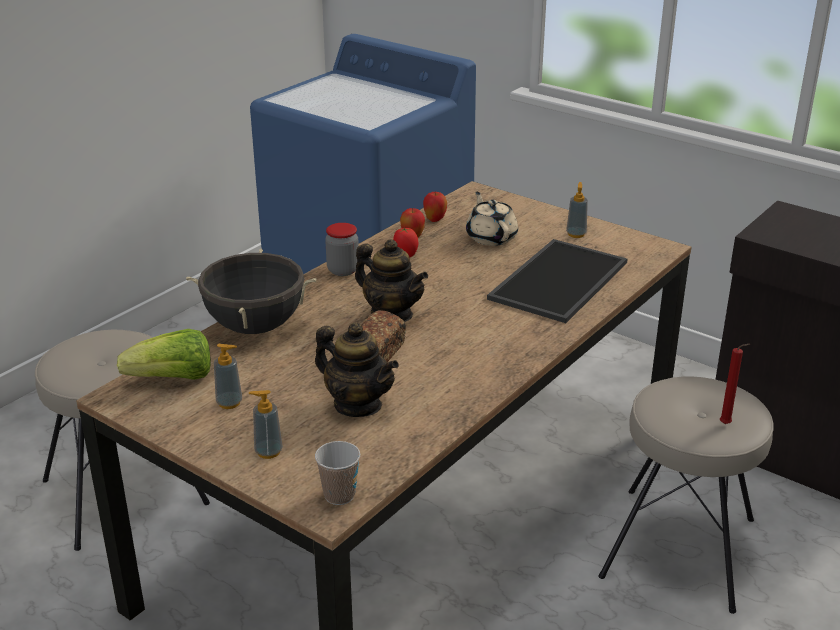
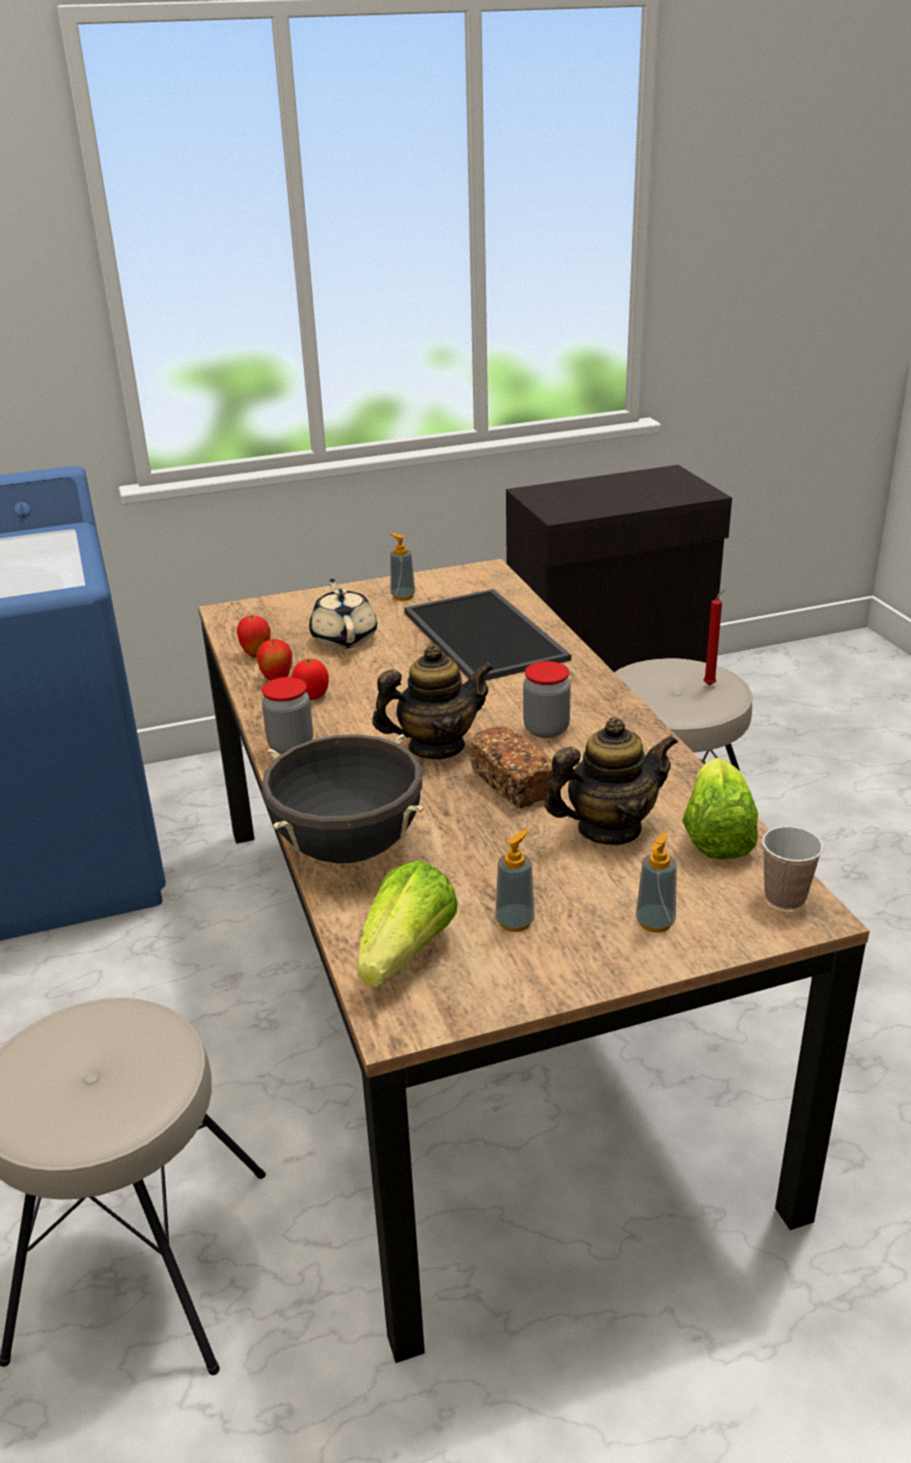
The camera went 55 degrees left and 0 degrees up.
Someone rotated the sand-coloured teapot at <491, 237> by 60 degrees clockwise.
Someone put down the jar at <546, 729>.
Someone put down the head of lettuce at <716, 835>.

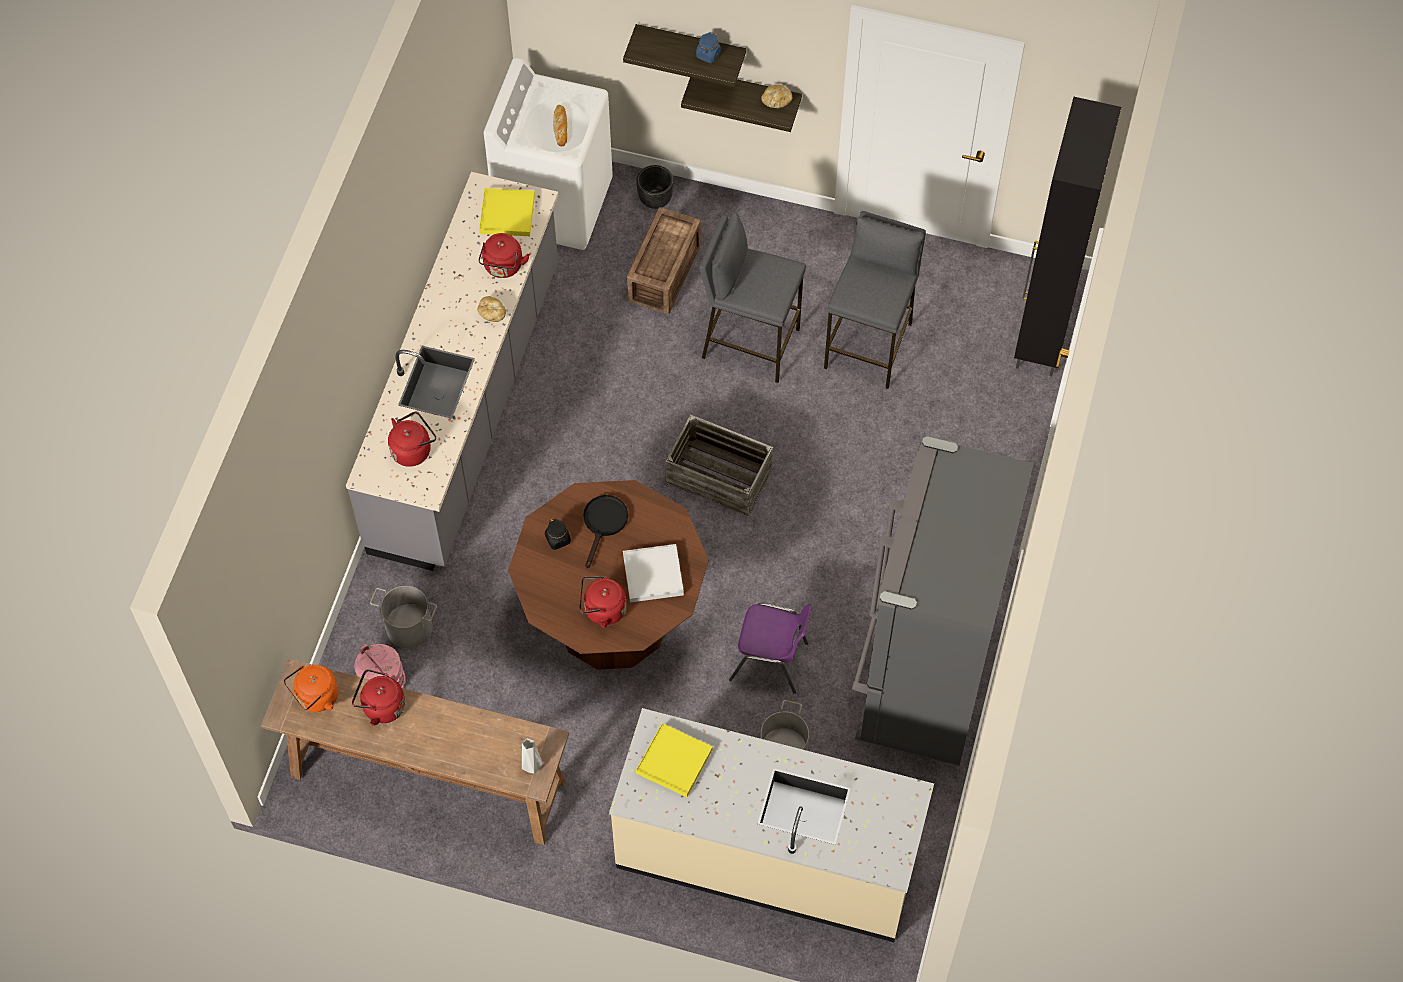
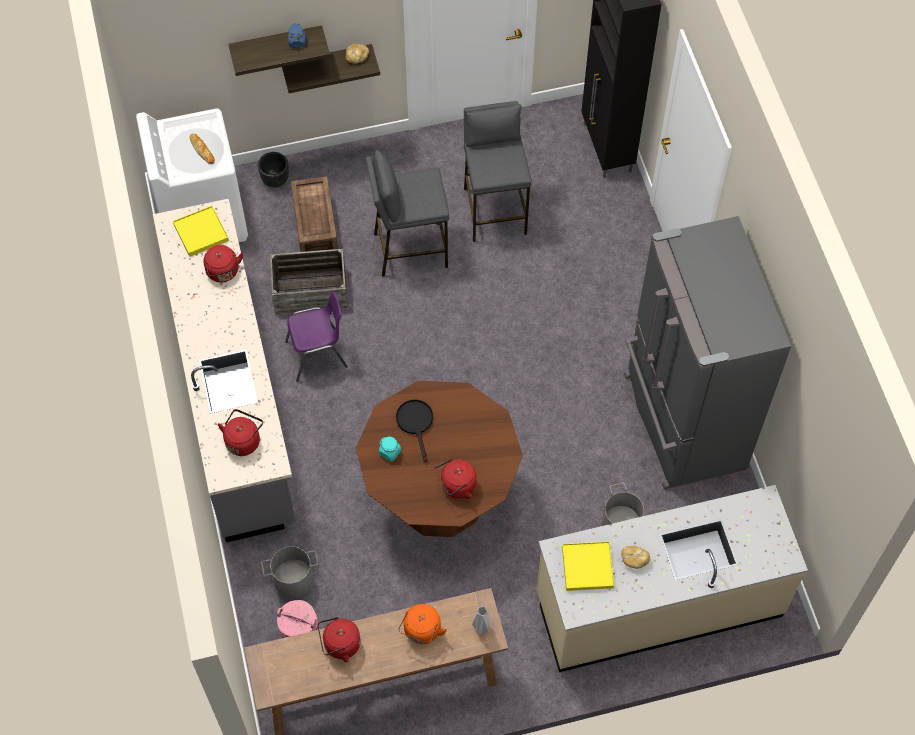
The camera went 30 degrees left and 0 degrees up.
Someone carried the orangey kettle from <315, 698> to <421, 632>.
Someone carried the baked bread from <492, 313> to <634, 559>.
Someone repainted the blackish jar at <558, 539>, which became the turquoise-coloured jar at <390, 452>.
Someone took away the whitish tray at <653, 575>.
Someone carried the crate from <719, 476> to <310, 290>.
Someone carried the purplish upright chair from <771, 661> to <318, 355>.

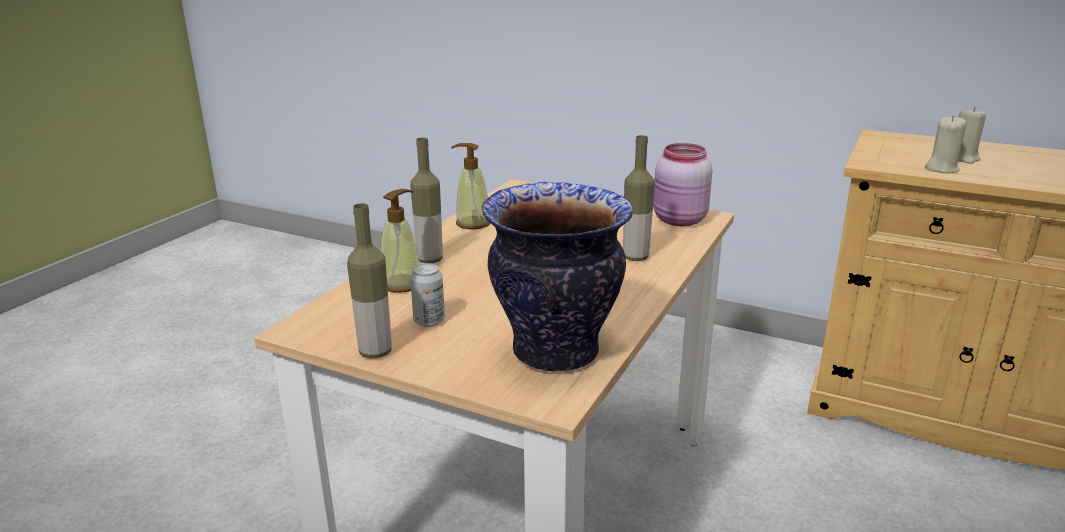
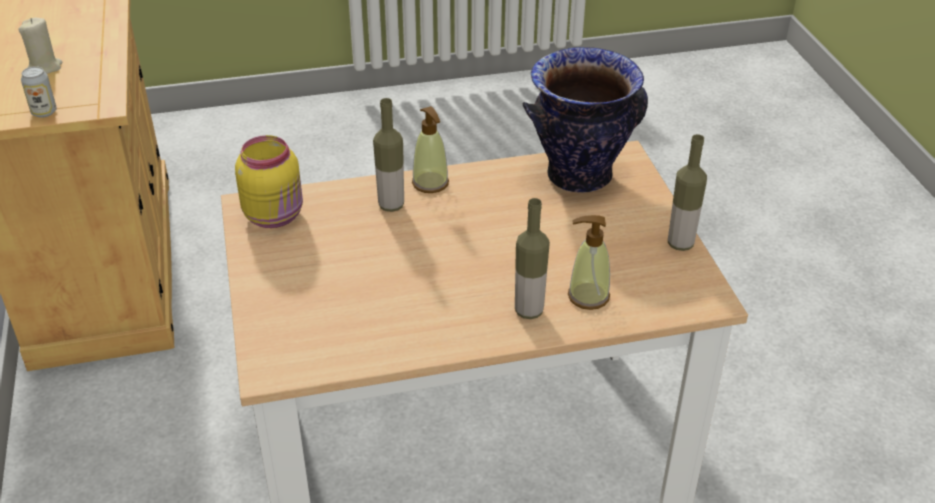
The camera went 130 degrees left and 15 degrees up.
Someone carried the metal can from <429, 321> to <44, 112>.
Someone carried the soap bottle from <473, 223> to <430, 183>.
Someone repainted the pink-coloured jar at <679, 220>, which became the yellowish jar at <275, 215>.
Someone took away the sand-coloured candle at <941, 169>.

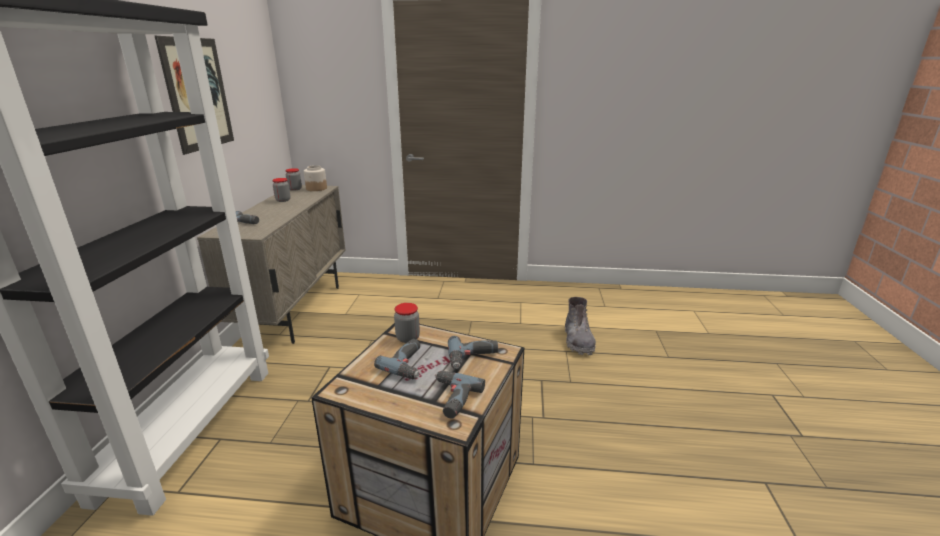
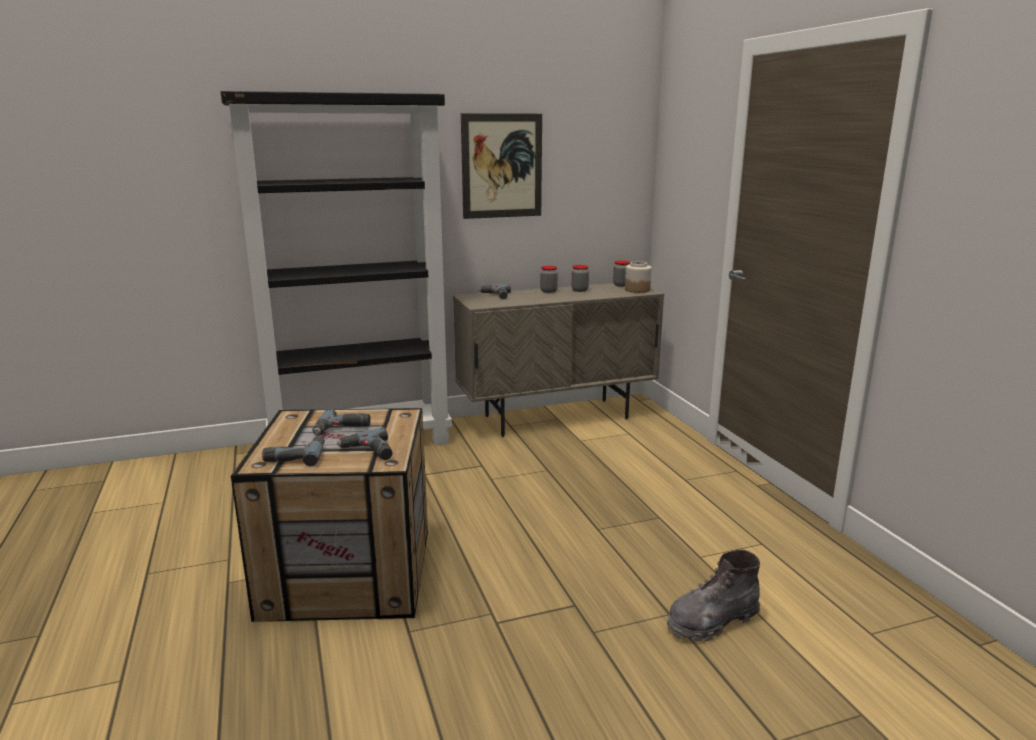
The camera went 65 degrees right and 5 degrees down.
Someone carried the jar from <407, 338> to <548, 291>.

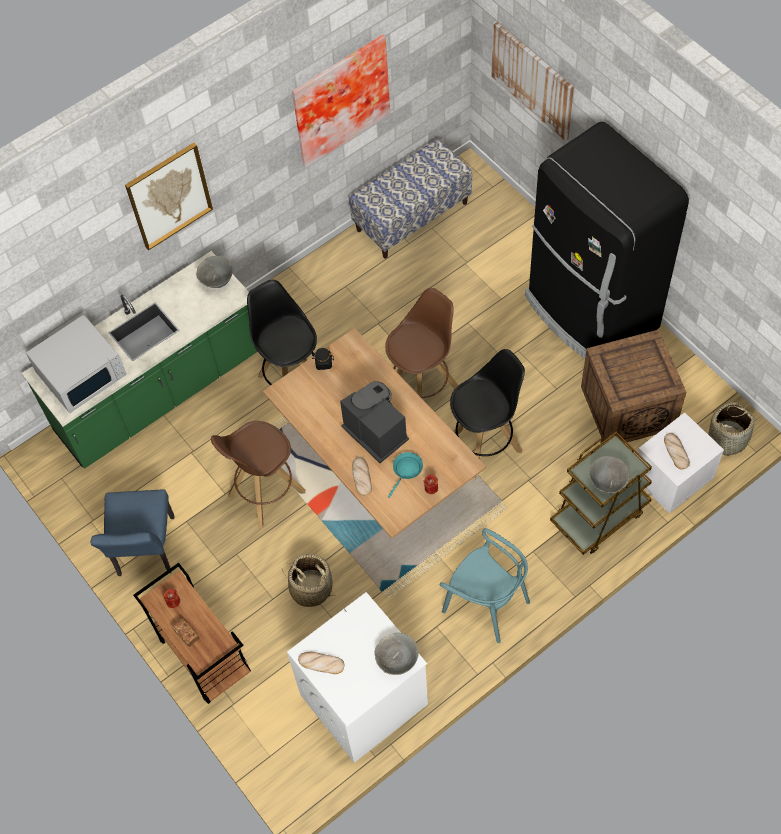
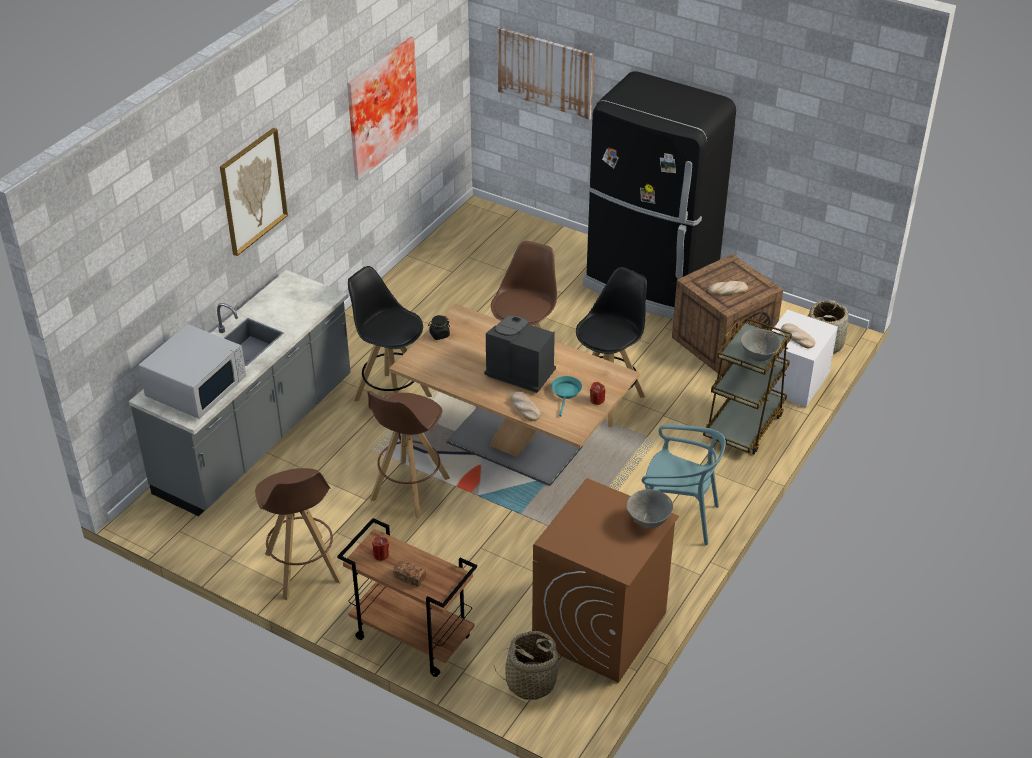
The camera went 25 degrees left and 20 degrees down.
Someone repainted the green-coloured kitchen counter at <160, 393>, which became the grey kitchen counter at <257, 437>.
Someone swapped the bluish upright chair at <145, 552> for the brownish stool seat at <303, 568>.
Someone took away the grey bowl at <217, 281>.
Someone carried the household basket from <311, 588> to <530, 682>.
Someone repainted the whitish laundry appliance at <363, 700>, which became the brownish laundry appliance at <599, 628>.
Someone carried the baked bread from <321, 663> to <727, 290>.
Someone took away the indoor bench at <412, 216>.

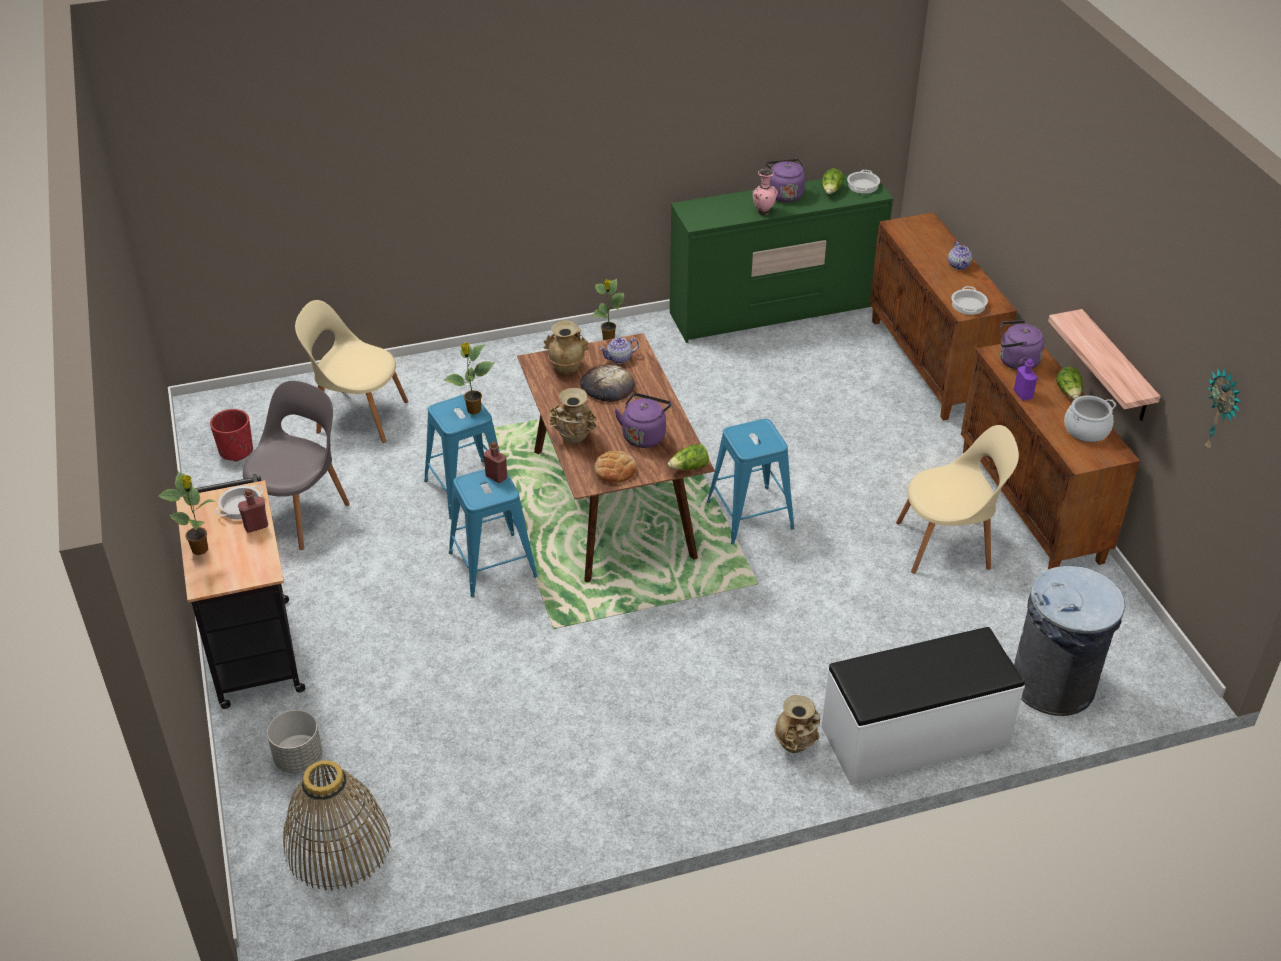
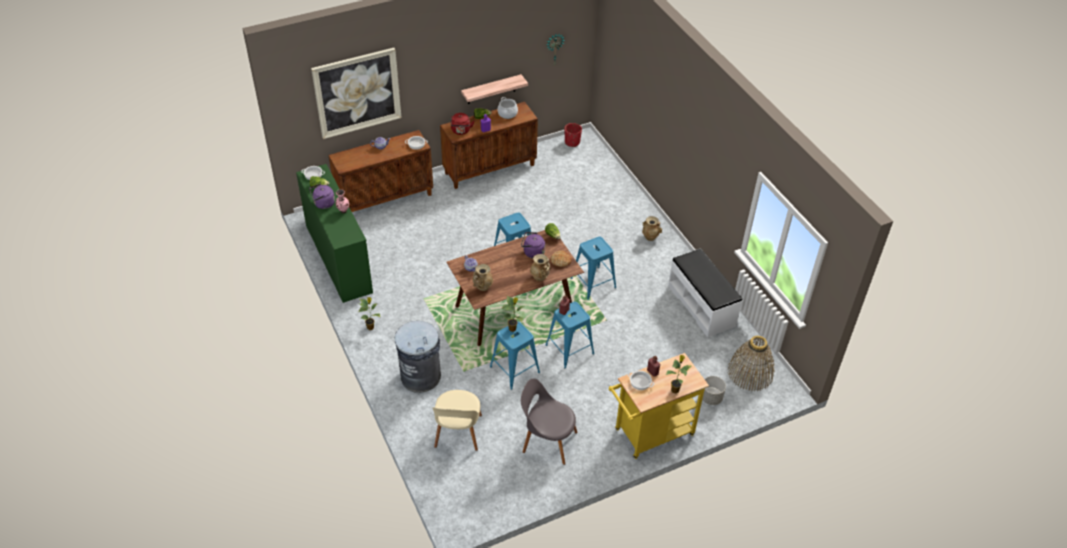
The camera went 100 degrees left and 5 degrees up.
Someone repainted the blackish cart at <253, 646>, which became the yellowish cart at <649, 434>.
Someone carried the red-coloured plant pot from <236, 451> to <572, 142>.
Someone took away the baked bread at <607, 386>.
Someone carried the whitish indoor bench from <915, 737> to <701, 306>.
Someone took away the sand-coloured upright chair at <947, 545>.
Someone repainted the purplish kettle at <1015, 362>, which became the red-coloured kettle at <461, 131>.
Someone carried the grey trash can from <1053, 685> to <421, 376>.
Someone put up the wall picture at <357, 92>.
Someone put down the bluish stool seat at <593, 283>.

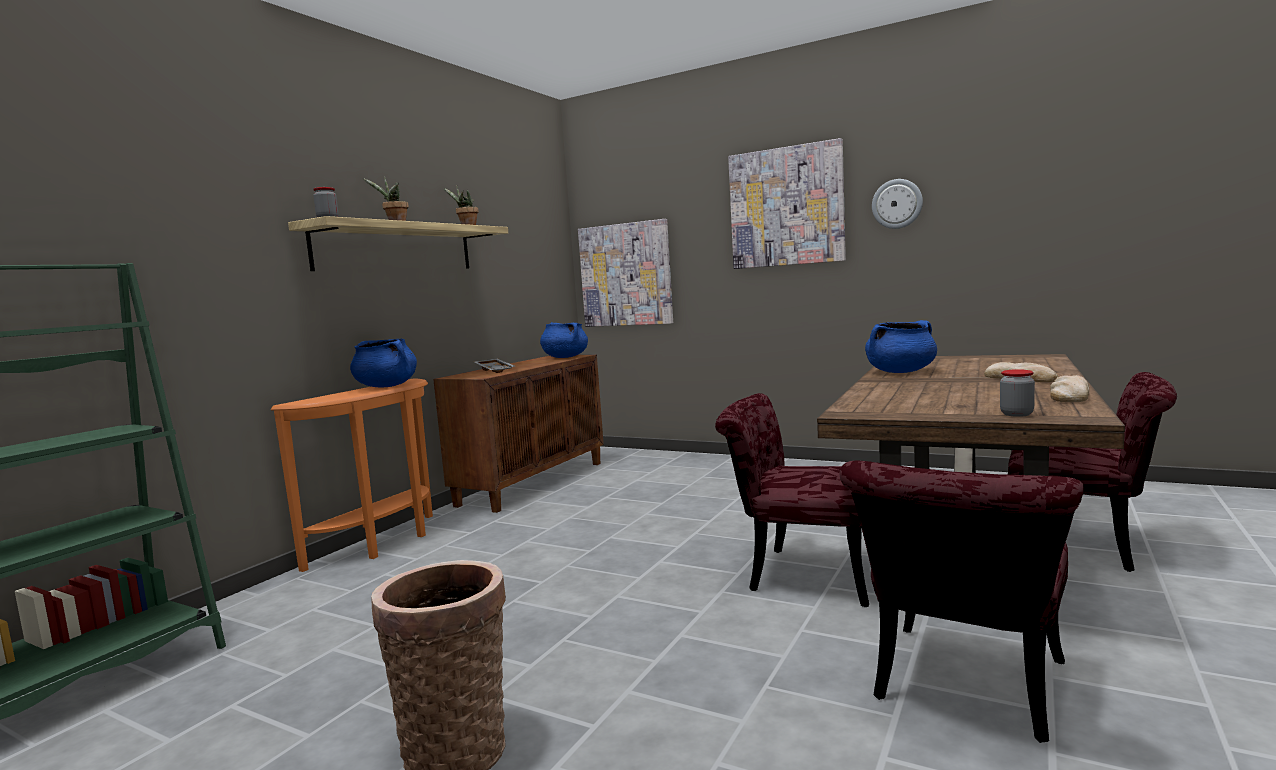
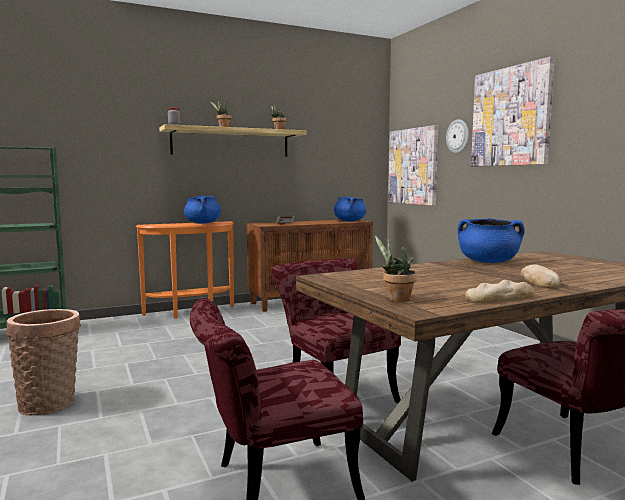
The camera went 35 degrees right and 0 degrees up.
Someone carried the hanging clock from <897, 204> to <458, 136>.
Someone swapped the jar at <1016, 414> for the houseplant at <395, 299>.

